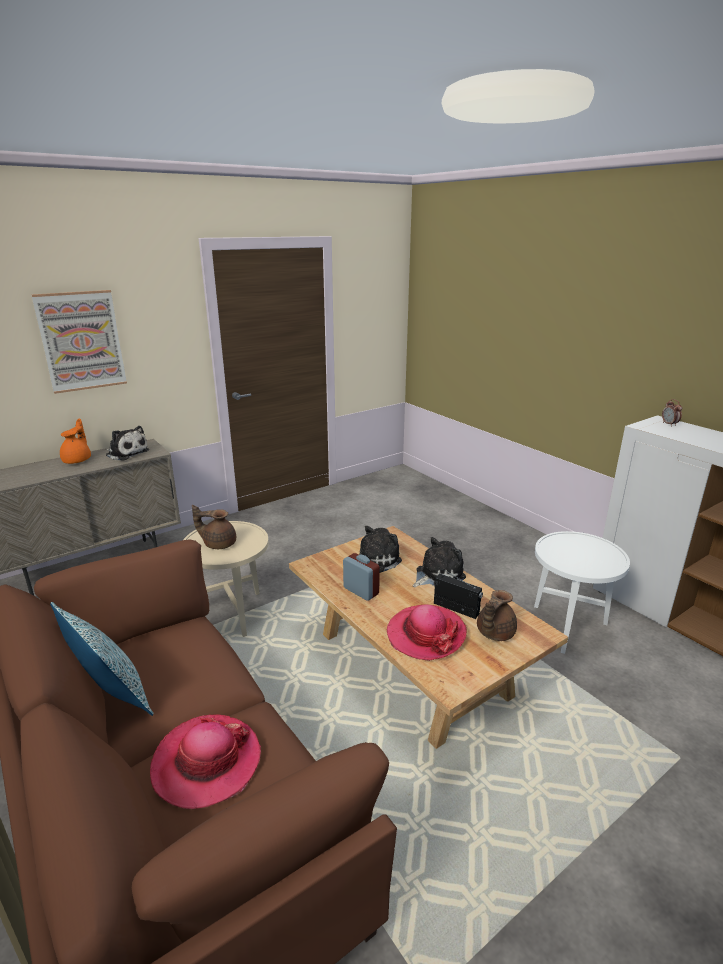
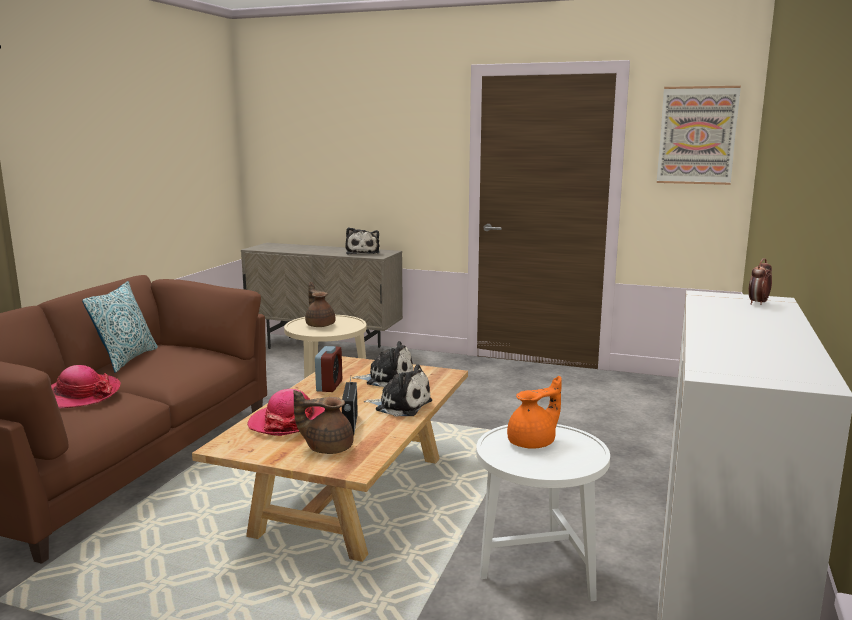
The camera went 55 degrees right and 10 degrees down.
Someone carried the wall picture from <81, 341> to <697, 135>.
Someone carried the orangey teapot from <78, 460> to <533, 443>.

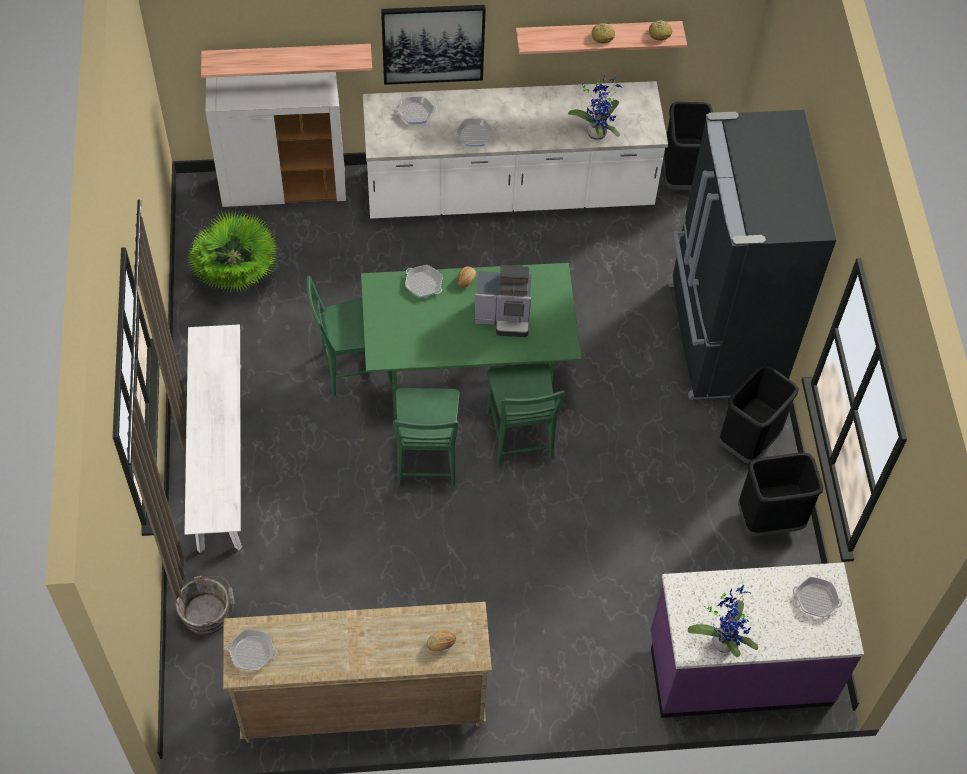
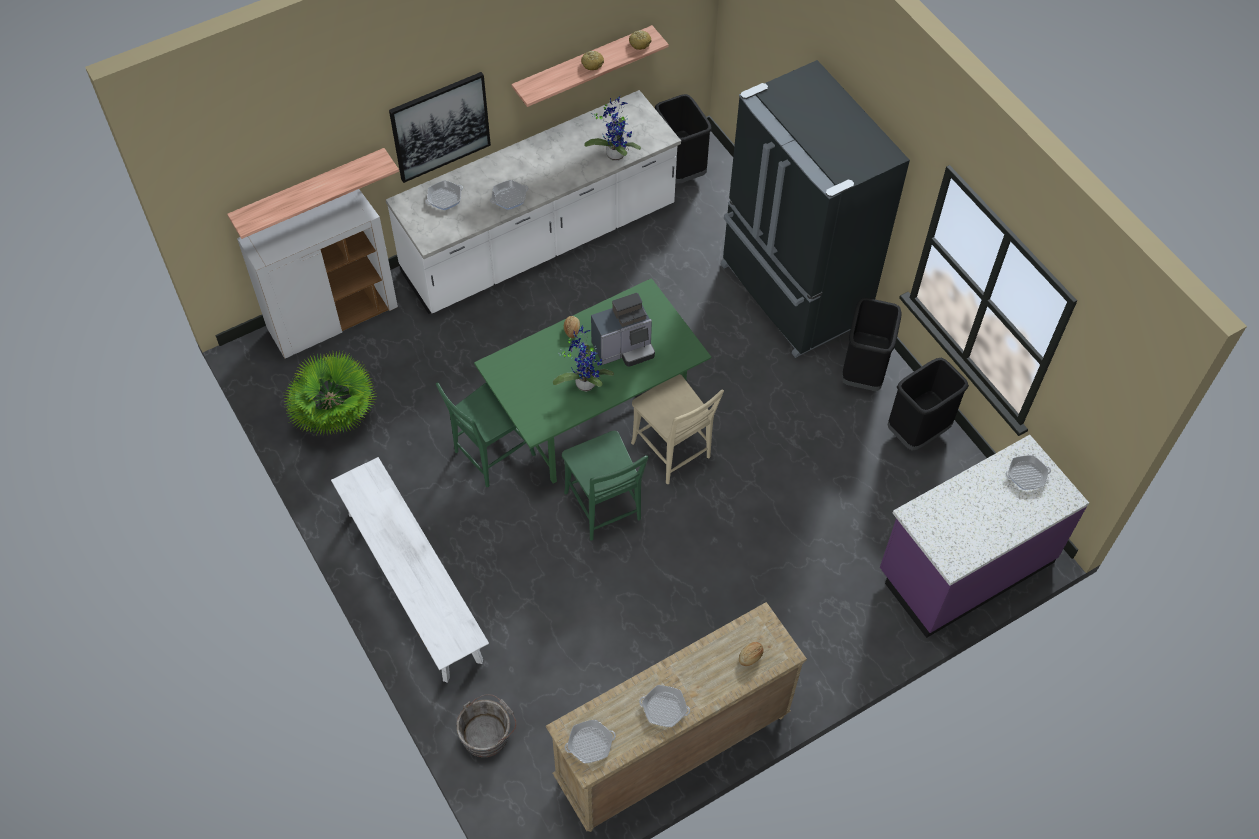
The camera went 25 degrees left and 0 degrees up.
Someone carried the skillet from <423, 284> to <664, 708>.
Someone repainted the green-coloured upright chair at <520, 439>, which became the sand-coloured upright chair at <673, 453>.
Someone carried the houseplant from <723, 639> to <584, 382>.

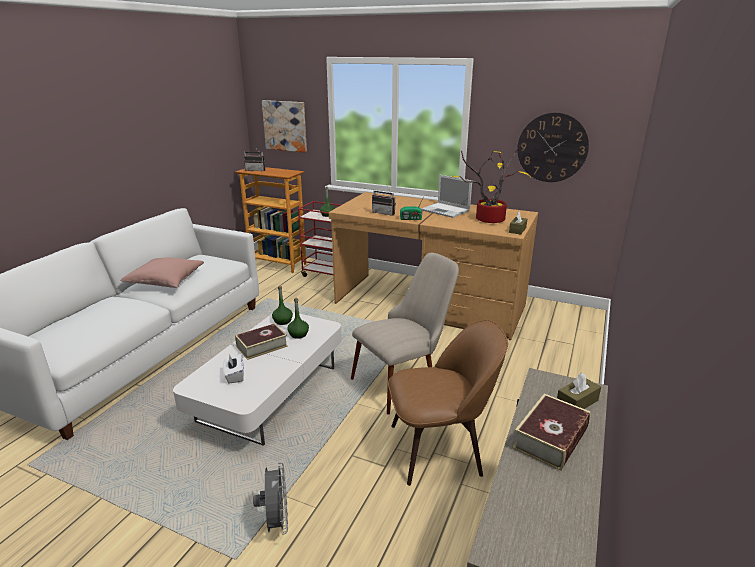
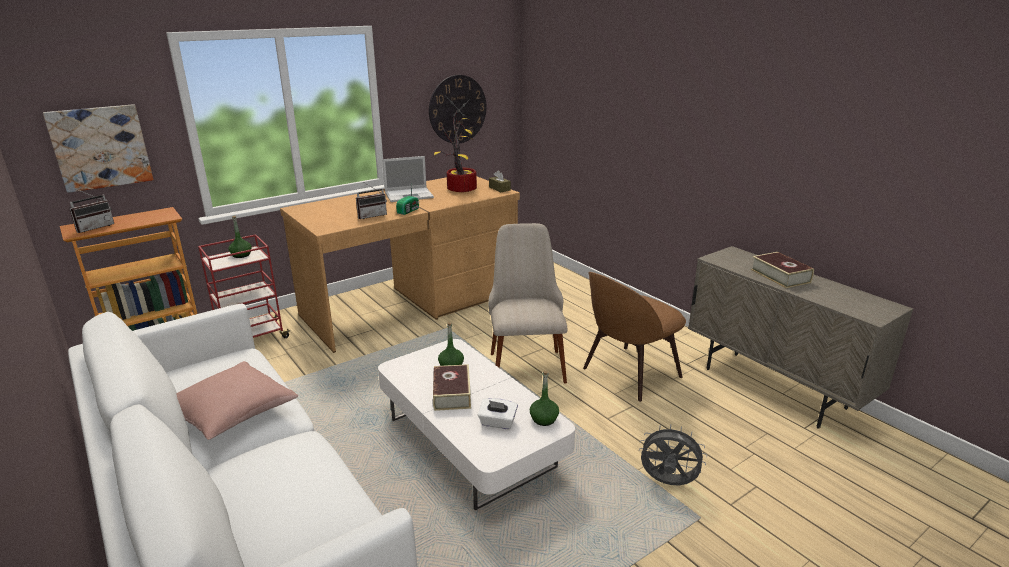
The camera went 60 degrees left and 0 degrees up.
Someone carried the green-coloured beverage bottle from <283, 321> to <544, 419>.
Someone rotated the brownish upright chair at <439, 448> by 150 degrees counterclockwise.
Someone took away the brownish tissue holder at <577, 402>.

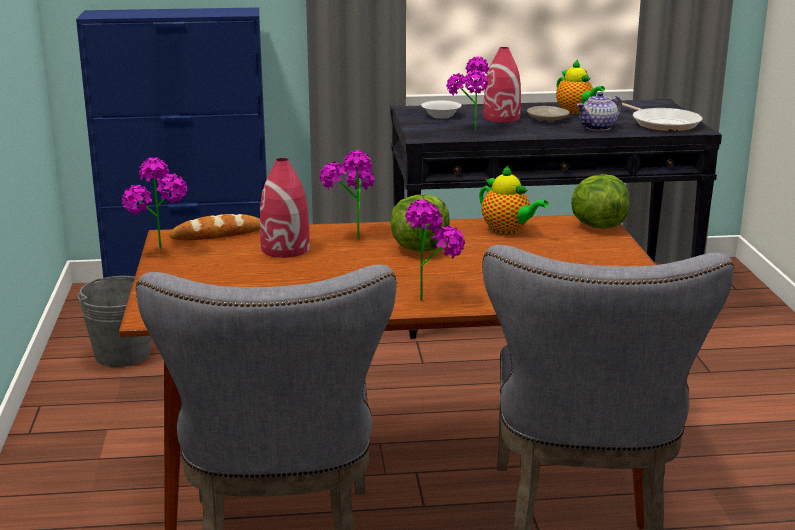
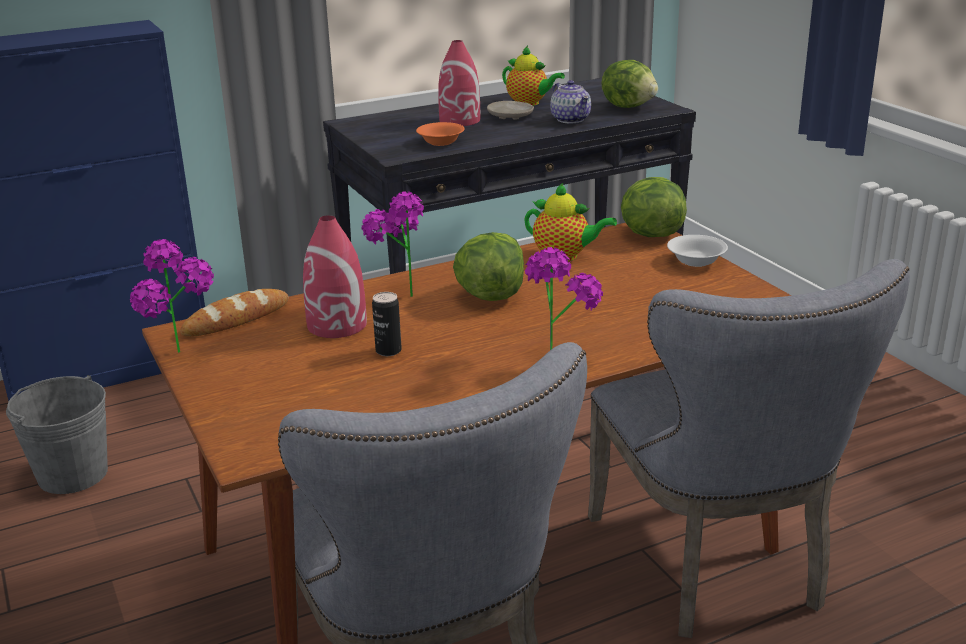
The camera went 20 degrees left and 5 degrees up.
Someone carried the whitish bowl from <441, 116> to <696, 261>.
Someone swapped the houseplant at <469, 132> for the orangey bowl at <441, 142>.
Someone rotated the teapot at <598, 127> by 60 degrees counterclockwise.
Someone swapped the skillet at <663, 123> for the head of lettuce at <629, 106>.
Someone put down the metal can at <388, 351>.

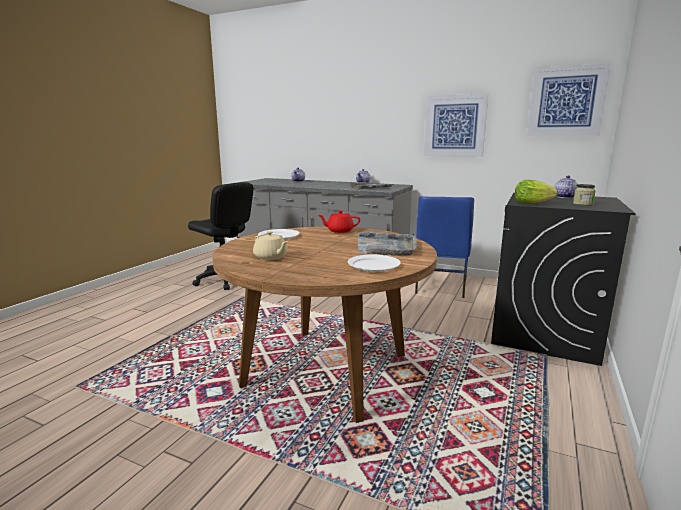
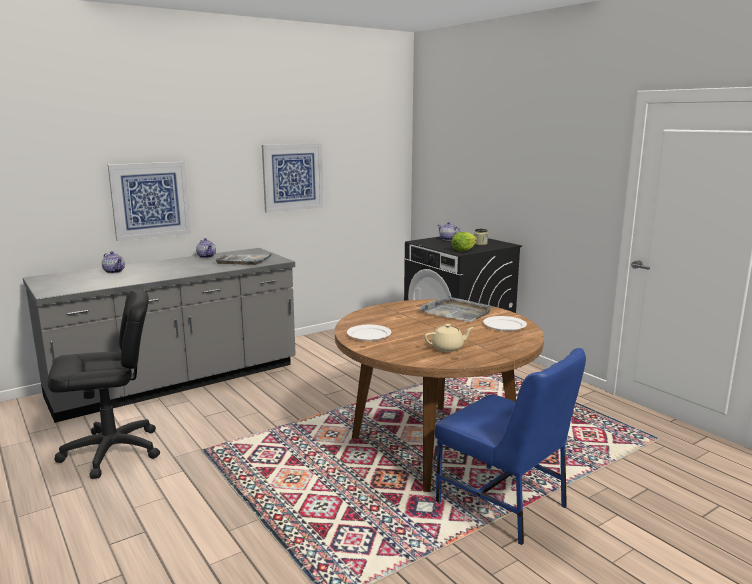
The camera went 60 degrees left and 0 degrees up.
Someone took away the red-coloured teapot at <339, 231>.
Someone carried the bluish upright chair from <440, 286> to <503, 504>.
Someone carried the wall picture from <566, 101> to <150, 200>.

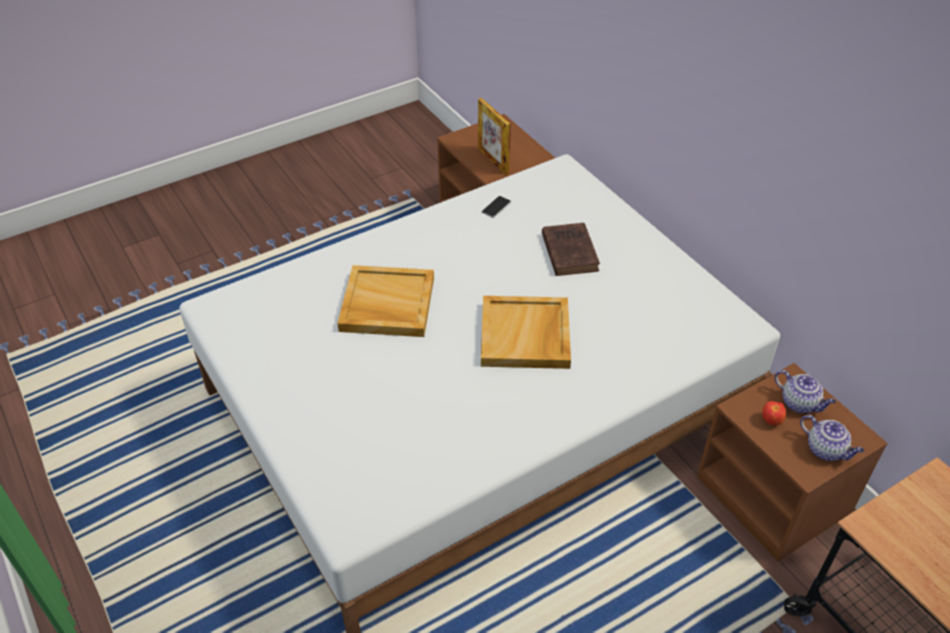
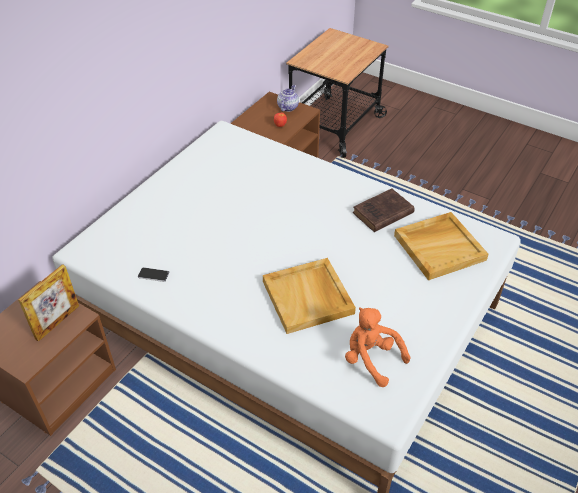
The camera went 115 degrees left and 0 degrees up.
Someone carried the sand-coloured tray from <526, 336> to <439, 247>.
Someone carried the brownish book from <569, 251> to <381, 213>.
Someone took away the teapot at <800, 403>.
Someone put down the orangey cuddly toy at <371, 359>.

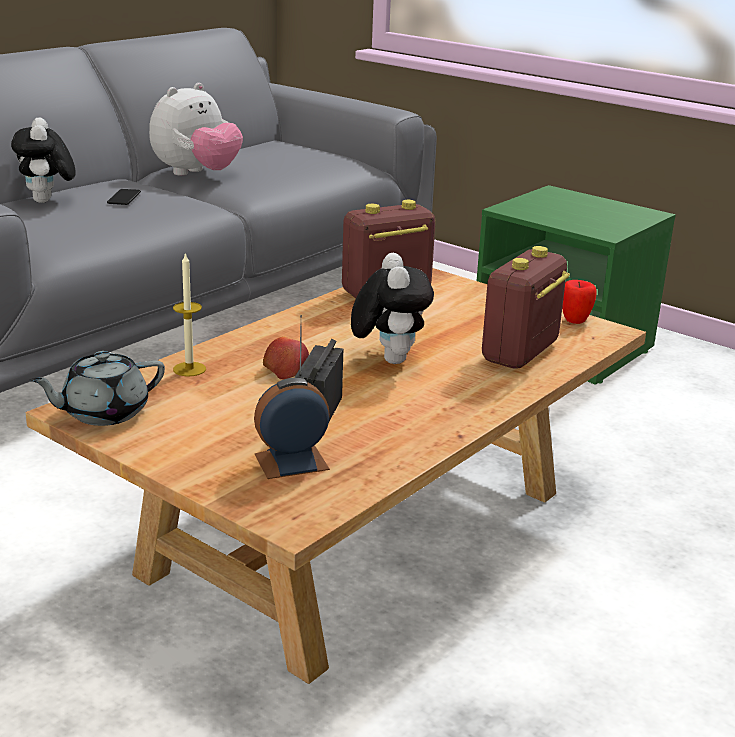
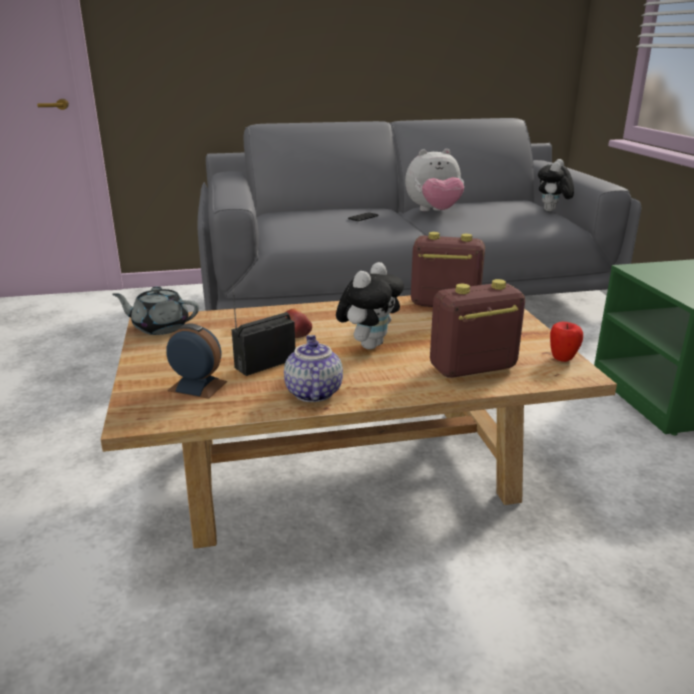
The camera went 40 degrees right and 0 degrees up.
Someone carried the cuddly toy from <47, 201> to <552, 211>.
Someone took away the candle at <189, 369>.
Someone put down the teapot at <312, 393>.

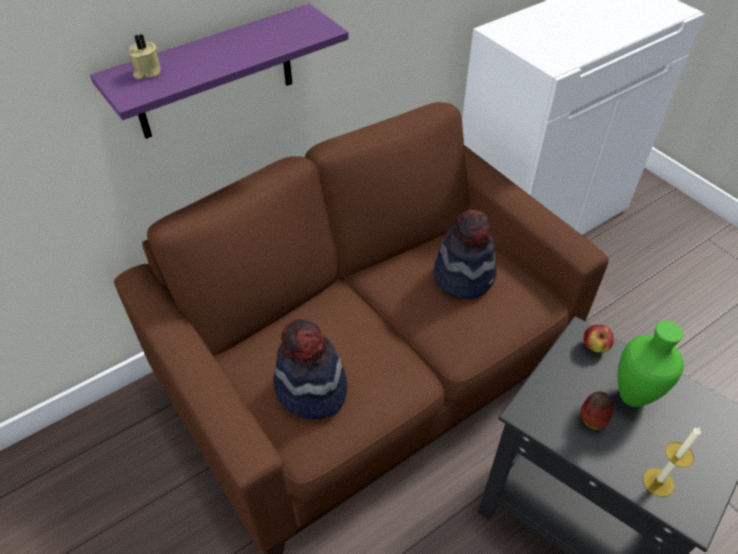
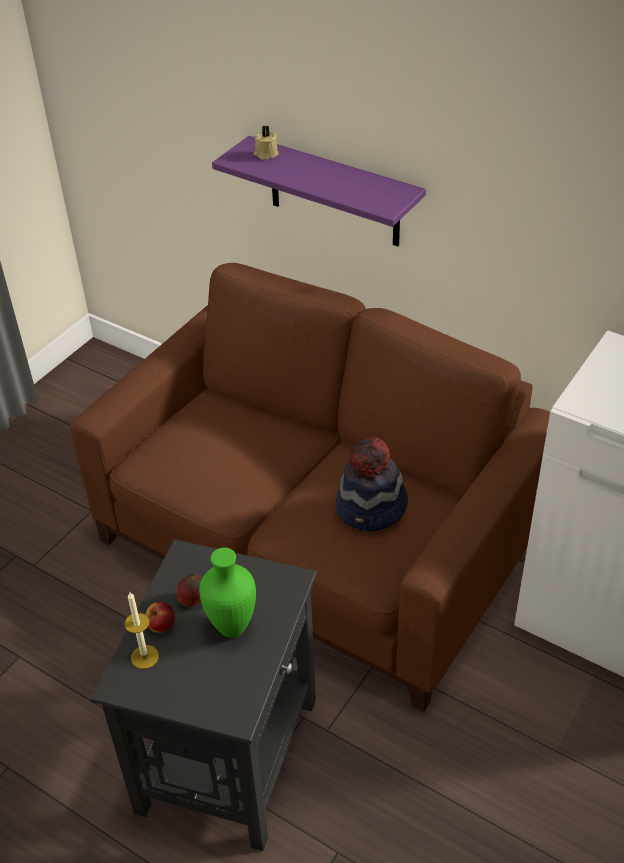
The camera went 70 degrees right and 5 degrees down.
Someone took away the wearable hat at <311, 389>.
Someone carried the apple fruit from <594, 347> to <161, 626>.

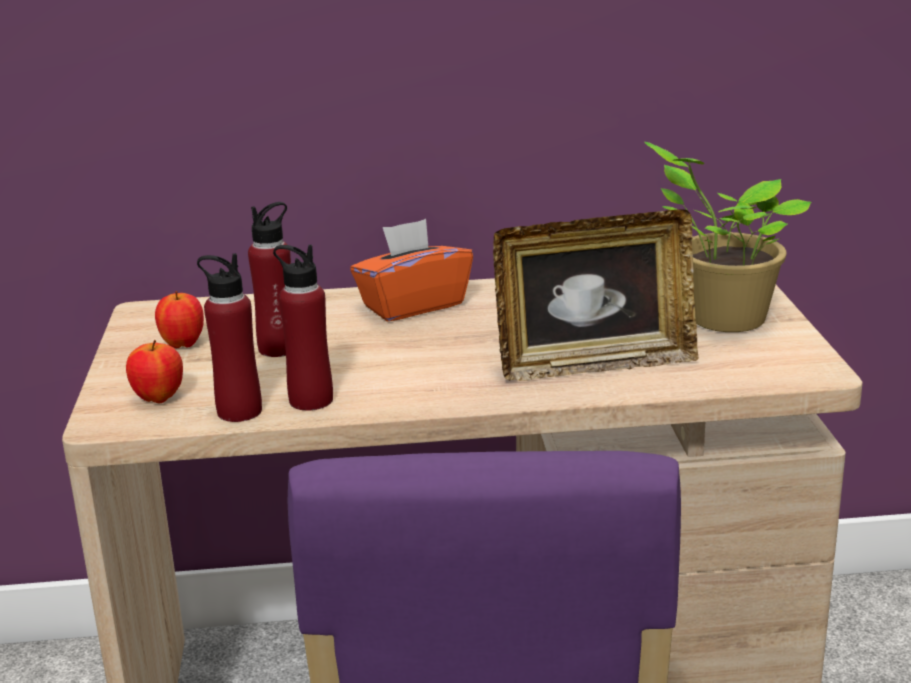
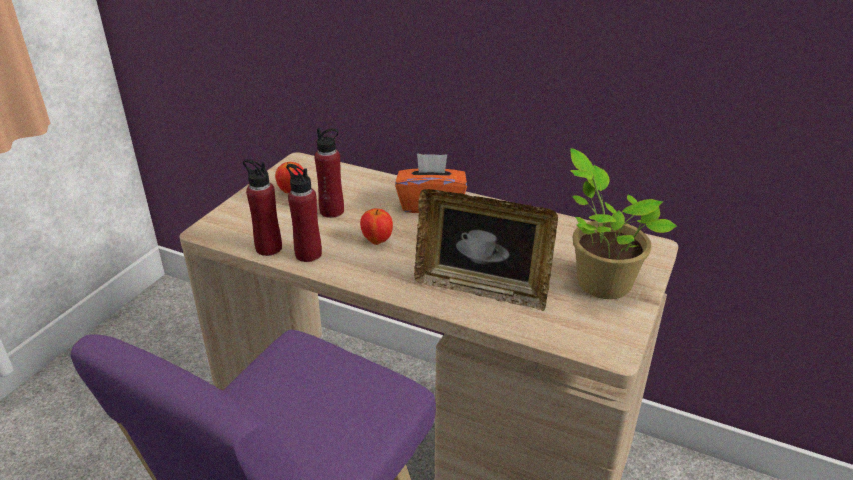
The camera went 30 degrees right and 10 degrees up.
Someone carried the apple fruit from <158, 399> to <377, 241>.

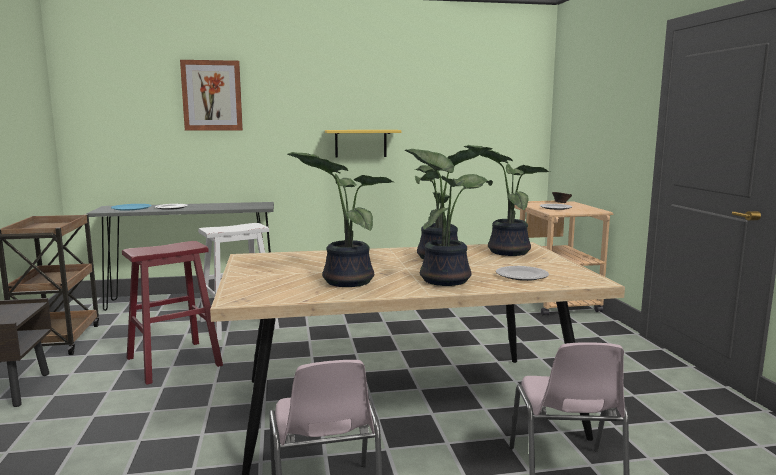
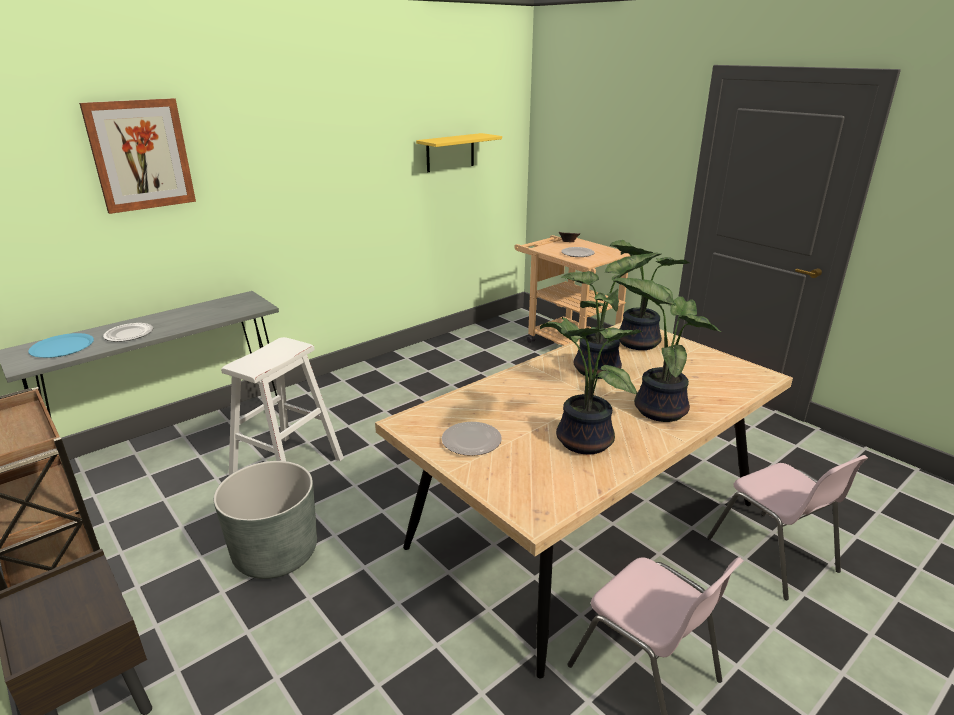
The camera went 30 degrees left and 15 degrees up.
Someone swapped the red-coloured stool seat at <174, 361> for the grey plant pot at <276, 553>.
Someone carried the yellowish wall shelf from <360, 143> to <450, 152>.
Someone carried the flat dish from <521, 275> to <471, 441>.

